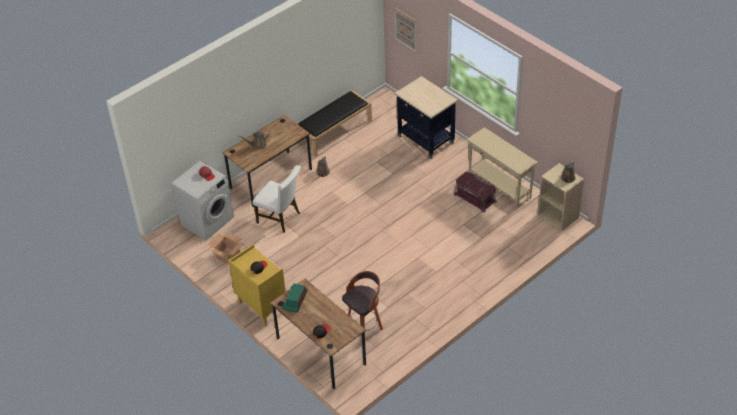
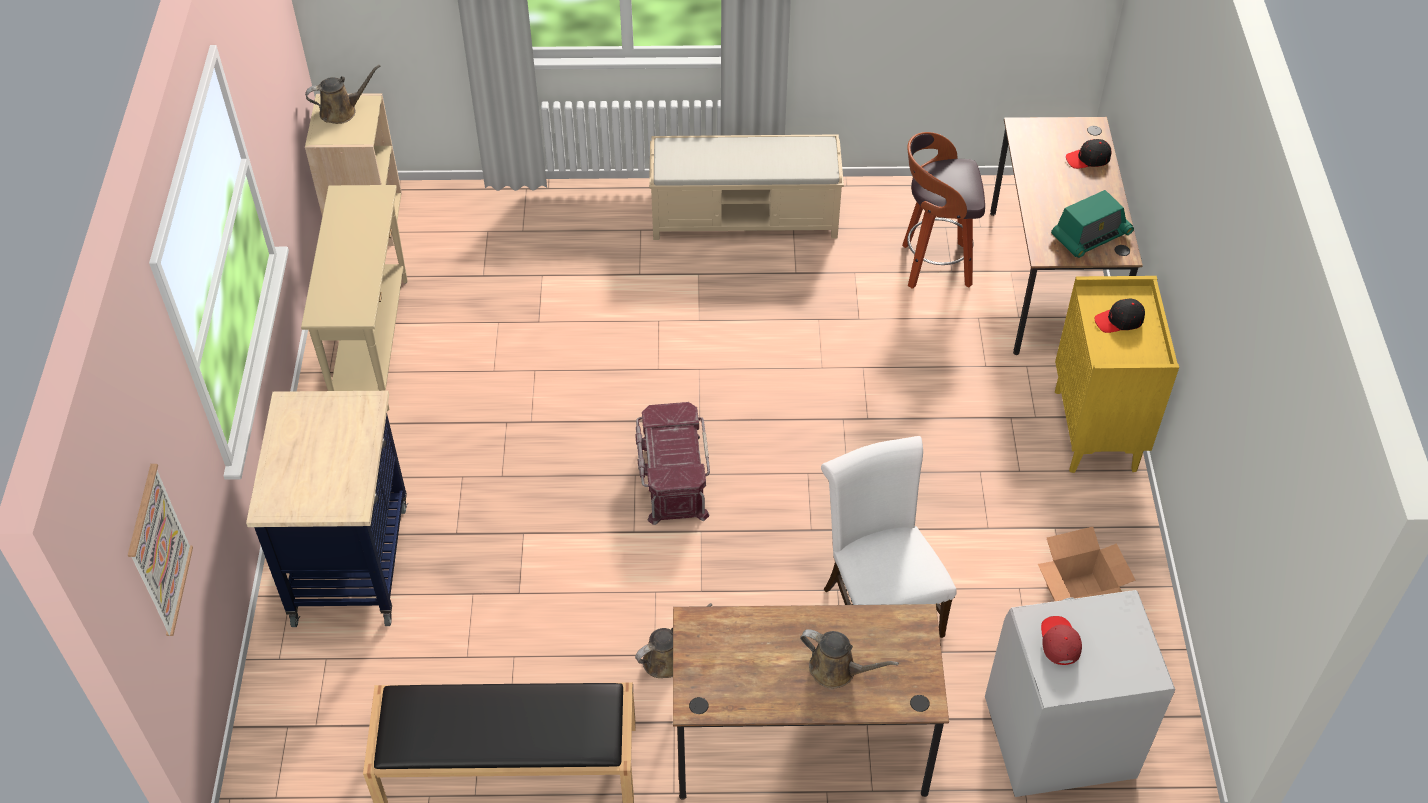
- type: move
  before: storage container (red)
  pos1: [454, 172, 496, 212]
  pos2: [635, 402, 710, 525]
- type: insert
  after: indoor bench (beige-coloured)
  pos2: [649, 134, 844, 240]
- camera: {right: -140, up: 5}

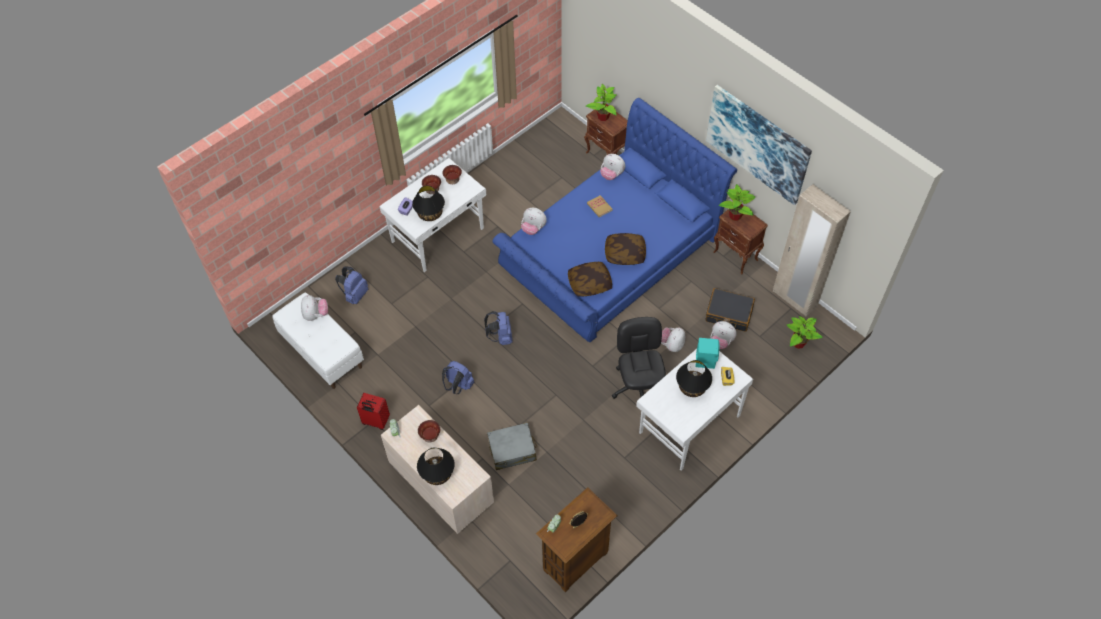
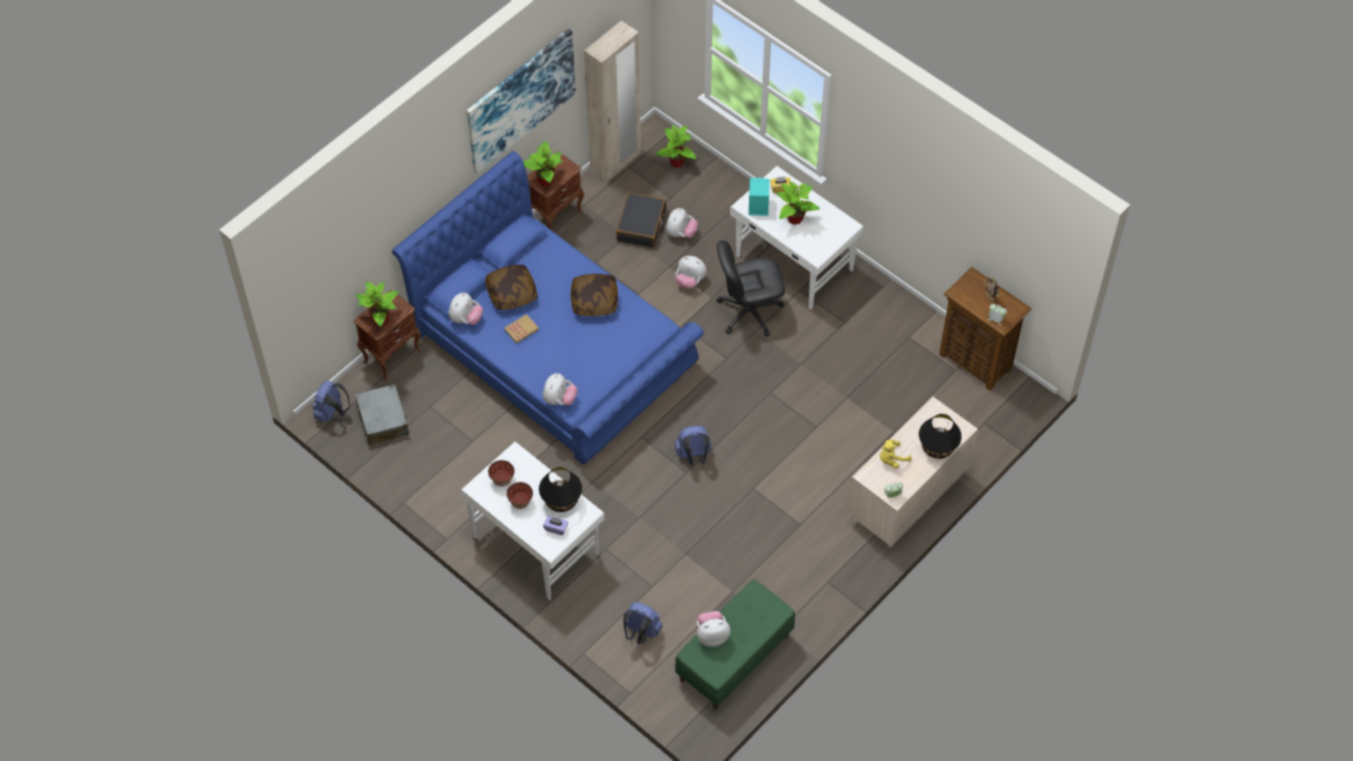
- type: move
  before: throw pillow
  pos1: [568, 262, 612, 297]
  pos2: [485, 265, 537, 310]
- type: recolor
  before: indoor bench (white-coloured)
  after: indoor bench (green-coloured)
  pos1: [272, 293, 364, 389]
  pos2: [675, 579, 795, 710]
- type: replace
  before: tabletop lamp (black)
  after: houseplant
  pos1: [676, 360, 712, 397]
  pos2: [776, 181, 820, 225]
- type: move
  before: rucksack (bluish)
  pos1: [442, 361, 474, 394]
  pos2: [312, 381, 350, 422]
- type: delete
  before: suitcase (red)
  pos1: [357, 393, 390, 430]
- type: replace
  before: deep dish
  after: cuddly toy (yellow-coloured)
  pos1: [418, 420, 441, 443]
  pos2: [880, 440, 911, 469]
- type: move
  before: suitcase (gray)
  pos1: [487, 422, 537, 470]
  pos2: [355, 384, 409, 445]
- camera: {right: -95, up: 0}

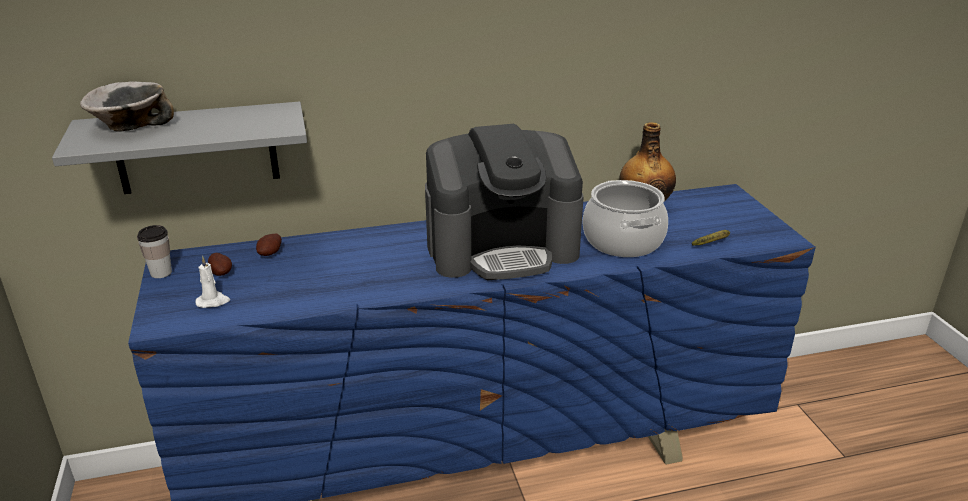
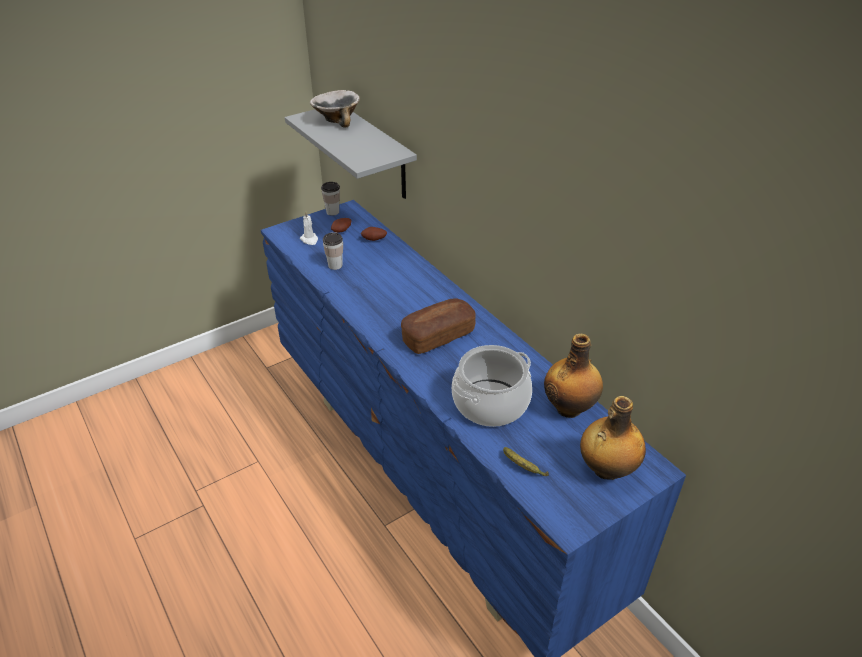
- type: replace
  before: coffee brewer
  after: baked bread
  pos1: [425, 124, 584, 280]
  pos2: [401, 298, 476, 354]
- type: insert
  after: drinking cup
  pos2: [323, 232, 343, 270]
- type: insert
  after: drink bottle
  pos2: [580, 396, 646, 480]
- camera: {right: 70, up: 10}

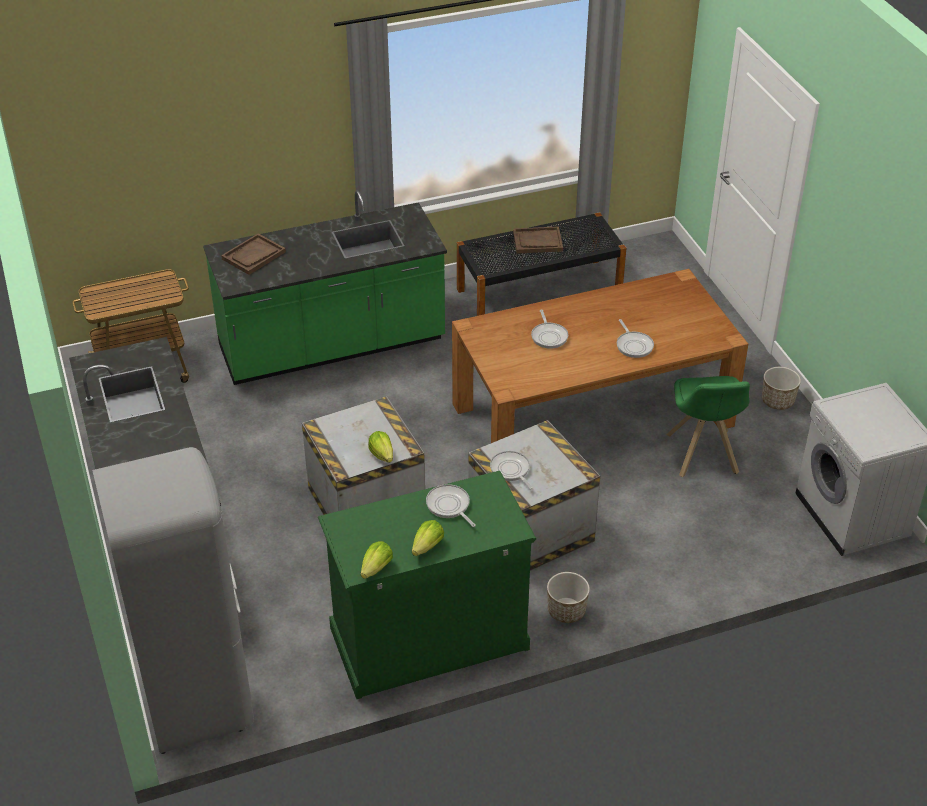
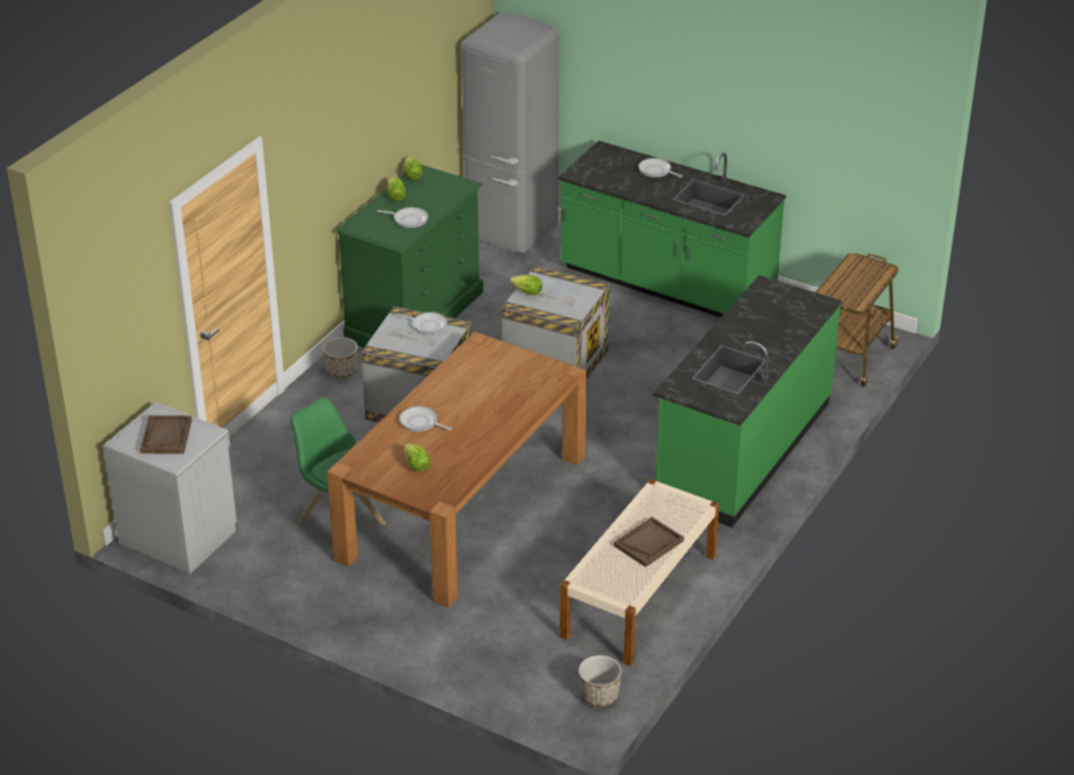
- type: recolor
  before: indoor bench (black)
  after: indoor bench (beige-coloured)
  pos1: [457, 212, 626, 316]
  pos2: [560, 478, 719, 666]
- type: move
  before: tray (brown-coloured)
  pos1: [221, 233, 286, 275]
  pos2: [140, 415, 192, 454]
- type: move
  before: pan
  pos1: [531, 310, 568, 349]
  pos2: [639, 158, 683, 177]
- type: move
  before: planter
  pos1: [762, 367, 801, 410]
  pos2: [579, 655, 622, 707]
- type: insert
  after: lettuce
  pos2: [404, 443, 430, 472]
- camera: {right: 140, up: -5}

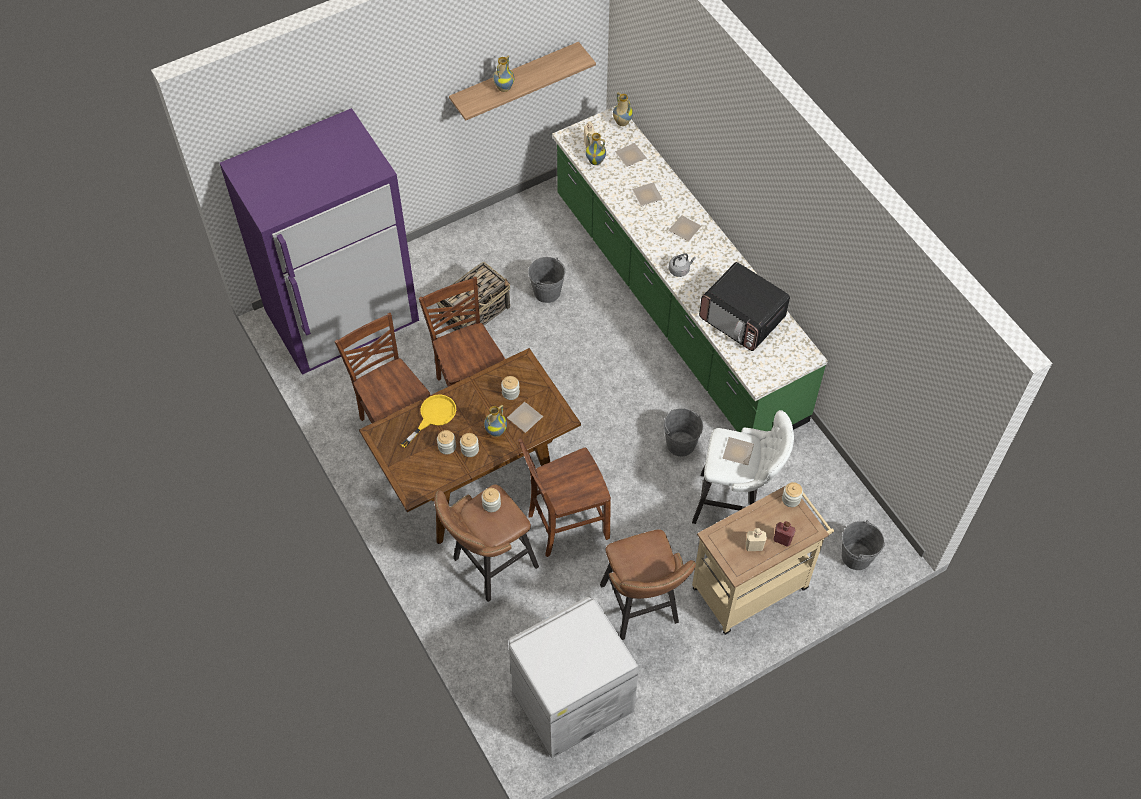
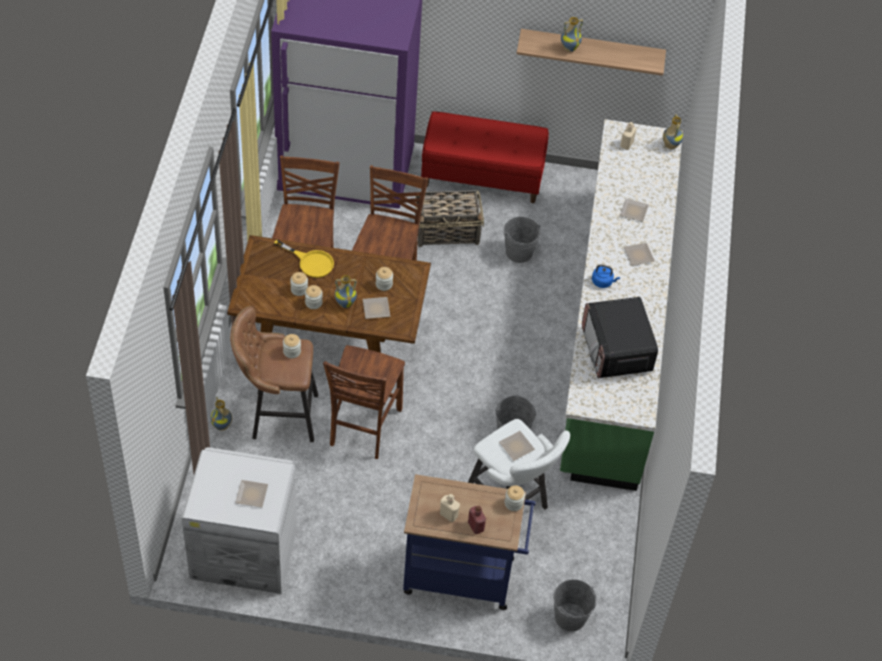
- type: move
  before: decorative vase
  pos1: [586, 133, 606, 165]
  pos2: [210, 397, 232, 431]
- type: move
  before: flat dish
  pos1: [615, 143, 646, 167]
  pos2: [235, 480, 268, 507]
- type: recolor
  before: water kettle (gray)
  after: water kettle (bluish)
  pos1: [669, 253, 696, 277]
  pos2: [592, 265, 620, 288]
- type: rotate
  before: pan (yellow-coloured)
  pos1: [401, 394, 456, 448]
  pos2: [274, 239, 334, 278]
  turn: 45
- type: rotate
  before: upright chair (brown-coloured)
  pos1: [518, 439, 611, 557]
  pos2: [323, 345, 405, 459]
  turn: -90
- type: recolor
  before: cart (beige-coloured)
  after: cart (bluish)
  pos1: [692, 486, 834, 635]
  pos2: [403, 474, 536, 610]
- type: delete
  before: sitting stool (brown-coloured)
  pos1: [600, 529, 696, 640]
- type: insert
  after: indoor bench (red)
  pos2: [421, 111, 549, 203]
- camera: {right: 35, up: -5}

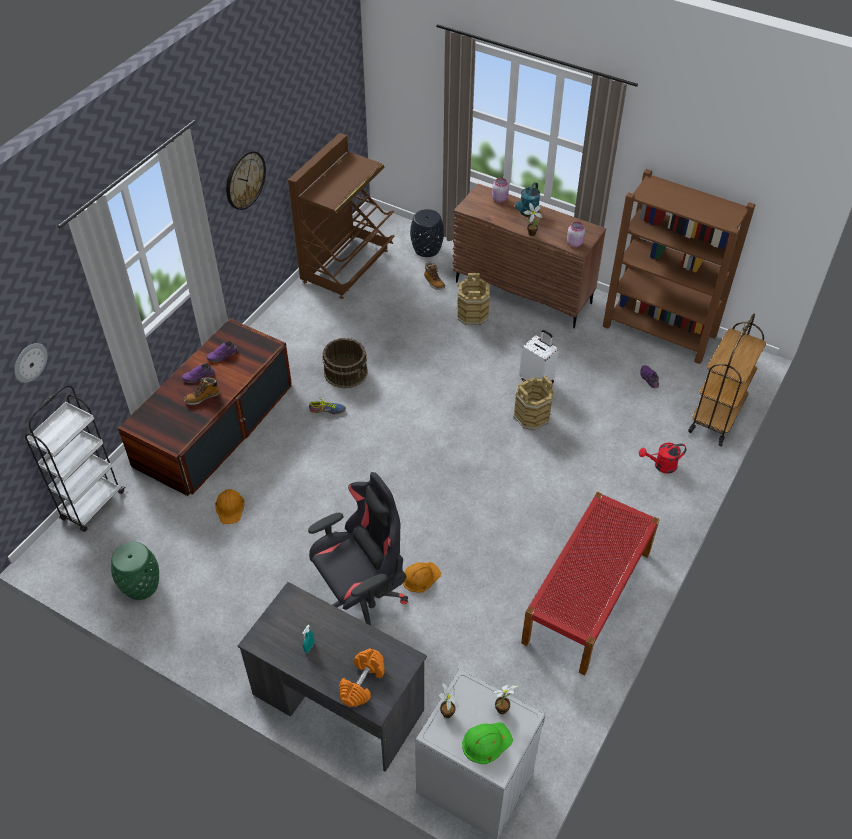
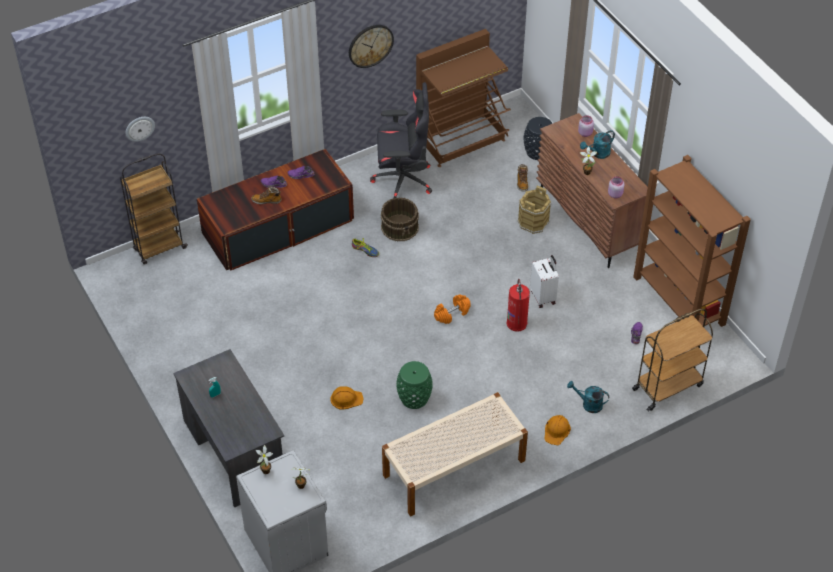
- type: replace
  before: bucket (brown-coloured)
  after: fire extinguisher
  pos1: [513, 375, 554, 430]
  pos2: [507, 279, 530, 332]
- type: recolor
  before: cart (white-coloured)
  after: cart (brown-coloured)
  pos1: [25, 385, 125, 532]
  pos2: [120, 154, 188, 265]
- type: recolor
  before: sprinkling can (red)
  after: sprinkling can (turquoise-coloured)
  pos1: [639, 443, 687, 474]
  pos2: [567, 381, 609, 413]
- type: move
  before: desk chair (black)
  pos1: [308, 472, 408, 625]
  pos2: [370, 82, 432, 198]
- type: move
  before: safety helmet (orangey)
  pos1: [215, 489, 244, 524]
  pos2: [545, 415, 571, 445]
- type: recolor
  before: indoor bench (red)
  after: indoor bench (beige-coloured)
  pos1: [521, 492, 660, 676]
  pos2: [382, 392, 528, 517]
- type: move
  before: sitting stool (green-coloured)
  pos1: [111, 542, 159, 600]
  pos2: [396, 361, 433, 409]
- type: move
  before: hand weight (orangey)
  pos1: [339, 649, 384, 707]
  pos2: [434, 295, 471, 324]
- type: delete
  before: safety helmet (green-coloured)
  pos1: [462, 722, 513, 764]
- camera: {right: 30, up: 0}

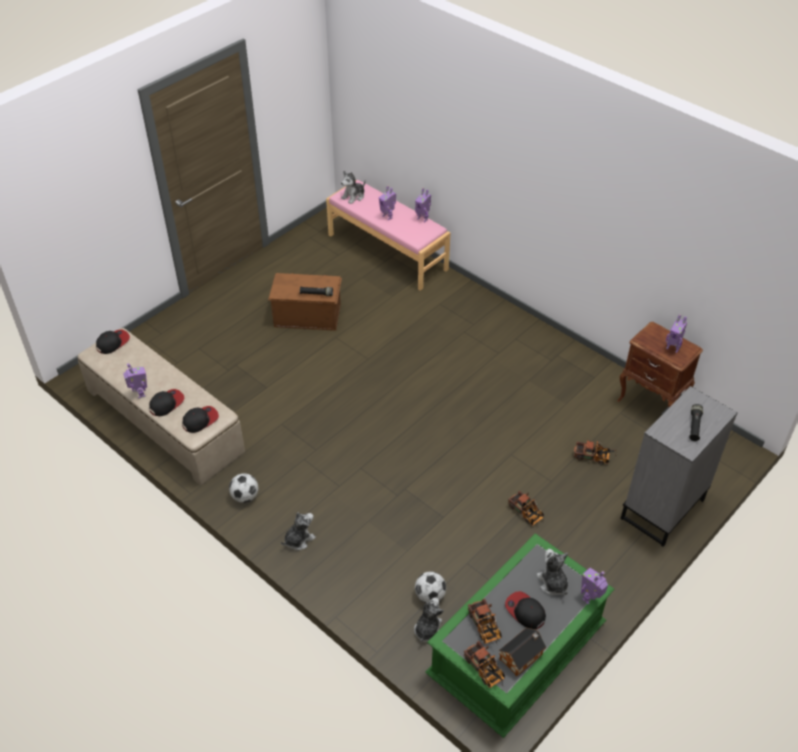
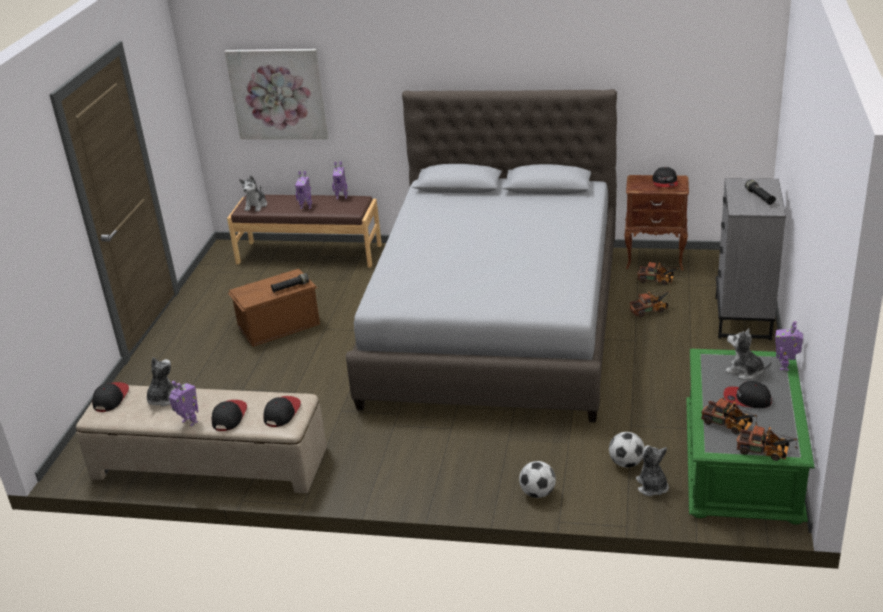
- type: recolor
  before: indoor bench (pink-coloured)
  after: indoor bench (brown-coloured)
  pos1: [326, 180, 450, 291]
  pos2: [227, 195, 382, 268]
- type: replace
  before: robot figure
  after: peaked cap
  pos1: [666, 314, 687, 353]
  pos2: [653, 167, 678, 187]
- type: move
  before: football
  pos1: [229, 473, 258, 503]
  pos2: [519, 461, 556, 498]
- type: move
  before: model truck
  pos1: [508, 491, 544, 526]
  pos2: [637, 261, 680, 285]
- type: move
  before: cuddly toy
  pos1: [281, 512, 316, 550]
  pos2: [147, 357, 175, 406]
- type: delete
  before: toy house
  pos1: [499, 628, 546, 676]
- type: insert
  after: wall art
  pos2: [225, 49, 328, 140]
- type: insert
  after: bed (gray)
  pos2: [346, 89, 617, 422]
- camera: {right: -30, up: -15}

